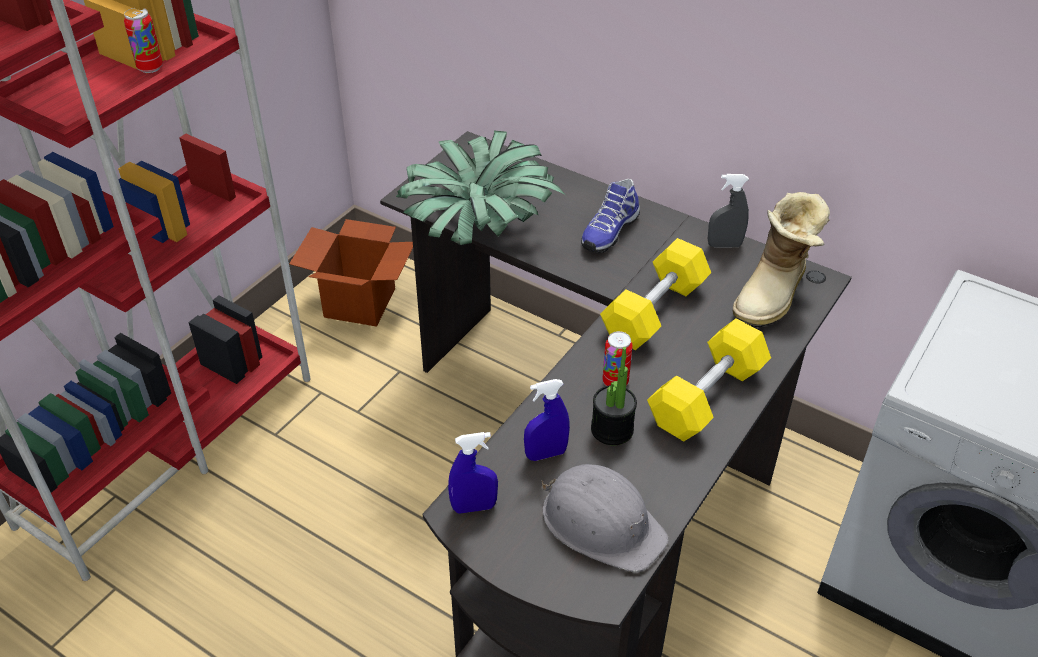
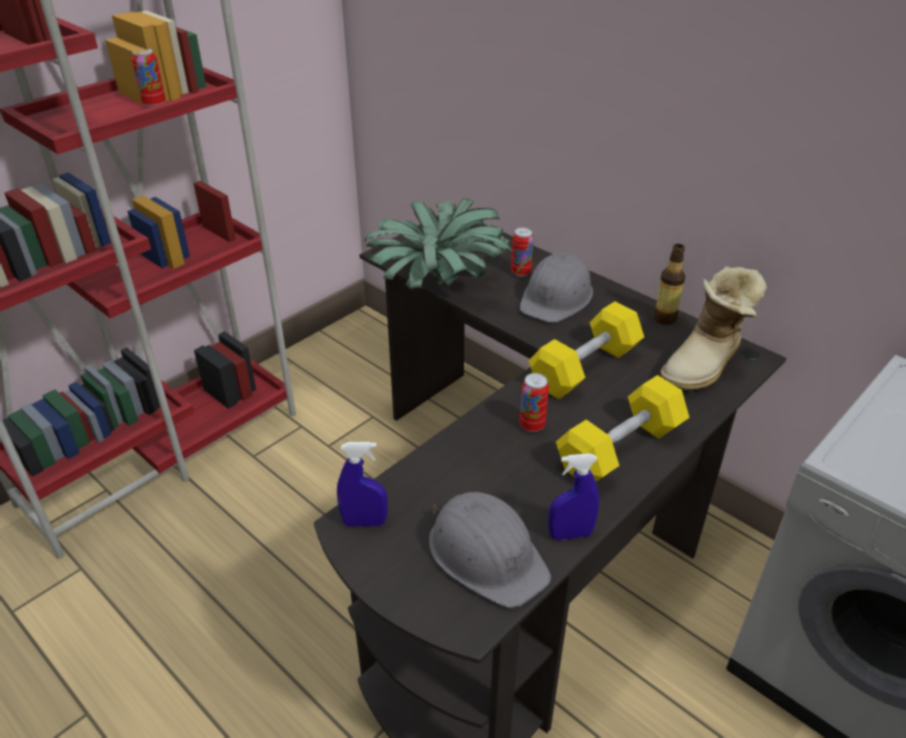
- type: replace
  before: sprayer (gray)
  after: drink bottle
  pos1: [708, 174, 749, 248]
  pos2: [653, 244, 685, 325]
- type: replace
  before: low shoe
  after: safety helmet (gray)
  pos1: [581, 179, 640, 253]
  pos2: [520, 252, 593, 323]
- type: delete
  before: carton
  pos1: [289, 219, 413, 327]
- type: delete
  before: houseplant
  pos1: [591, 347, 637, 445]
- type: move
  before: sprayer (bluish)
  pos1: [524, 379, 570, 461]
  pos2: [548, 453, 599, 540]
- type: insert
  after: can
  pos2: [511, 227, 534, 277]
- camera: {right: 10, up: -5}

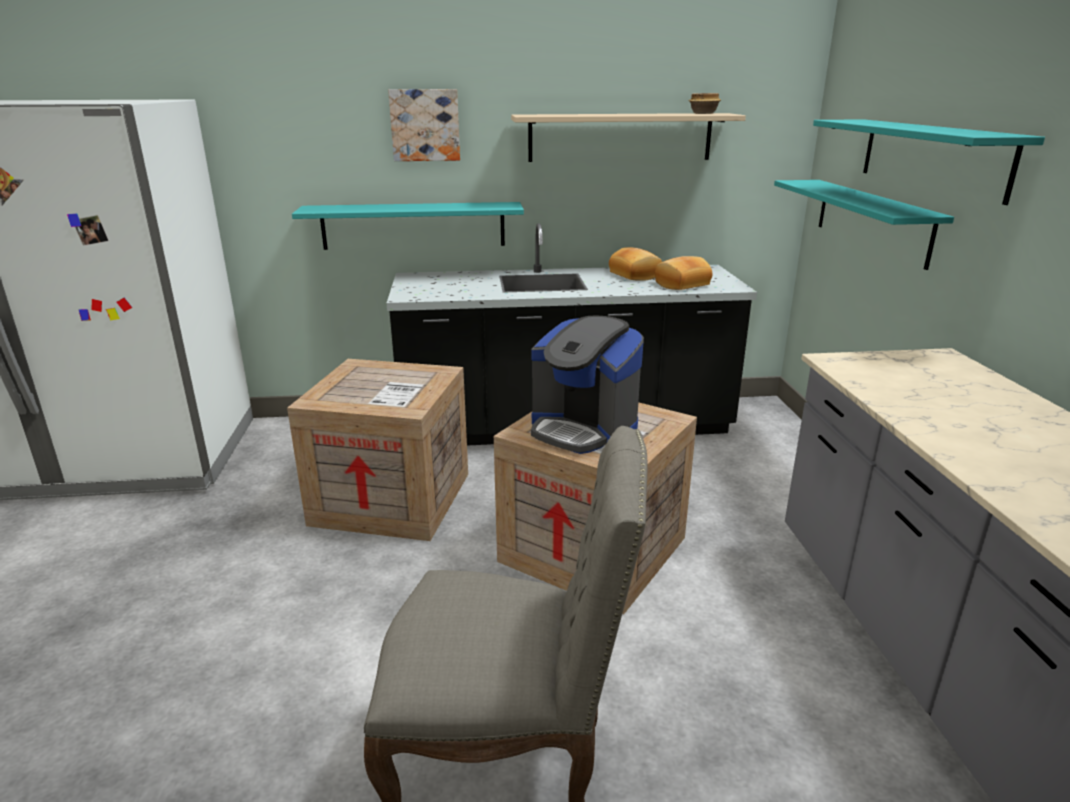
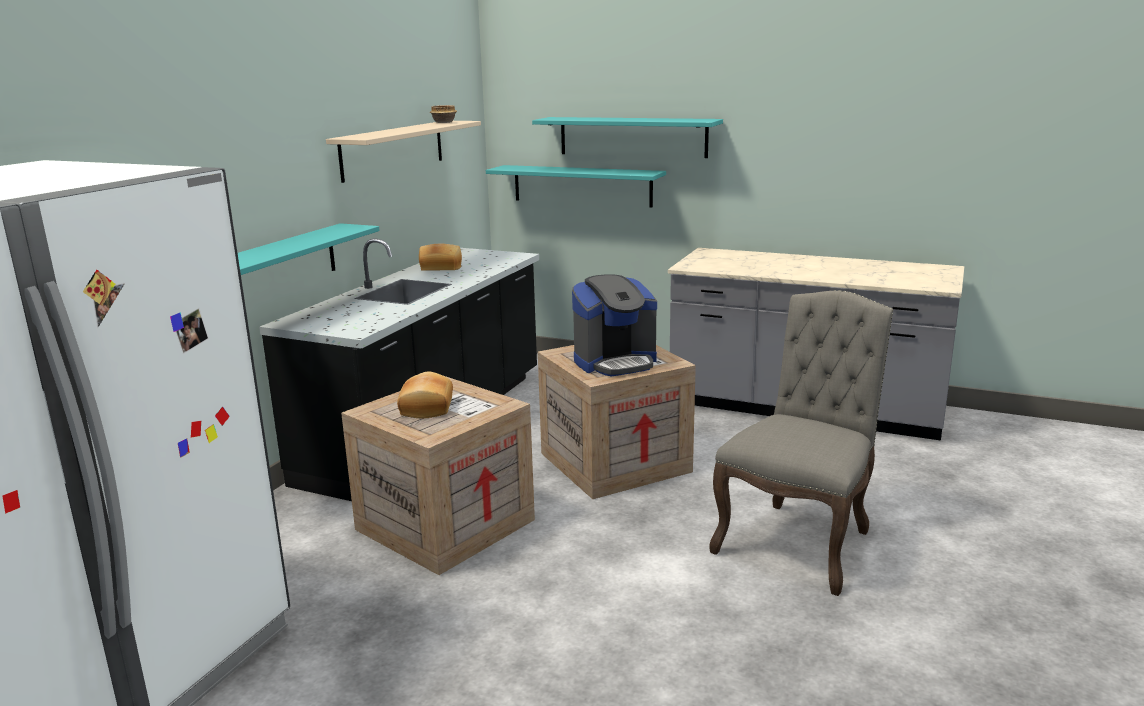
- type: delete
  before: wall art
  pos1: [388, 89, 460, 161]
- type: move
  before: baked bread
  pos1: [655, 256, 712, 290]
  pos2: [397, 371, 453, 418]
- camera: {right: -60, up: -5}

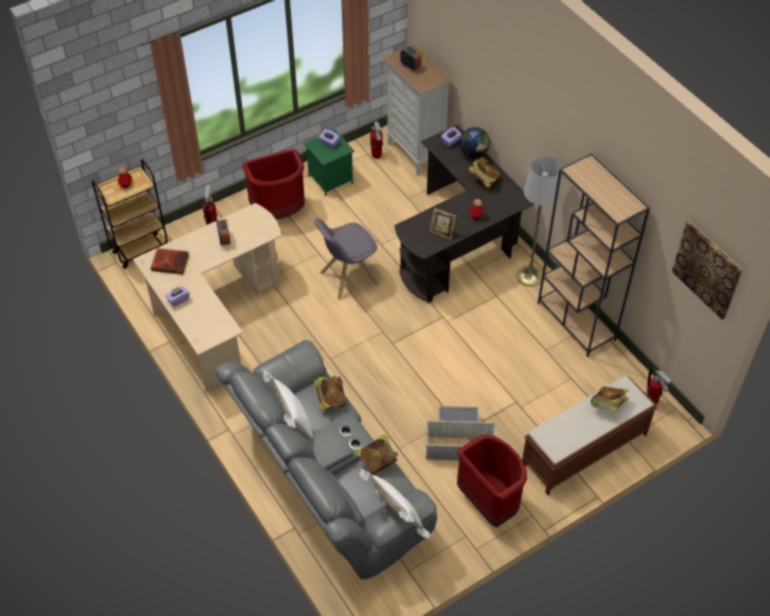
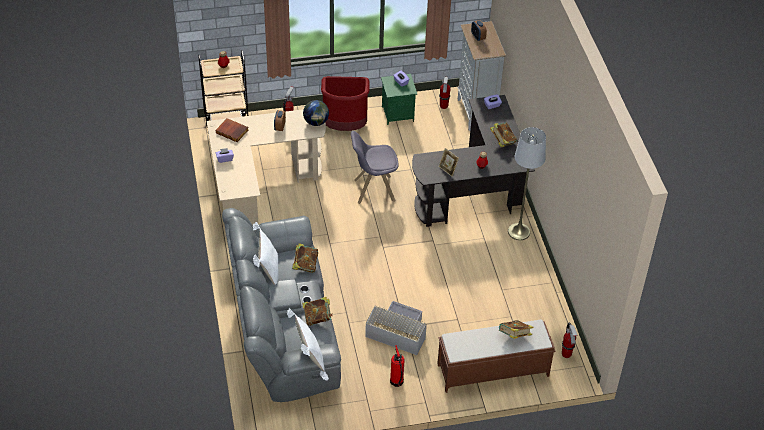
- type: move
  before: desk globe
  pos1: [460, 127, 490, 158]
  pos2: [303, 100, 329, 126]
- type: delete
  before: shelving unit
  pos1: [538, 153, 650, 357]
- type: delete
  before: wall art
  pos1: [672, 221, 743, 320]
- type: replace
  before: trash can (red)
  after: fire extinguisher
  pos1: [457, 435, 527, 527]
  pos2: [390, 345, 405, 387]
- camera: {right: 20, up: -5}

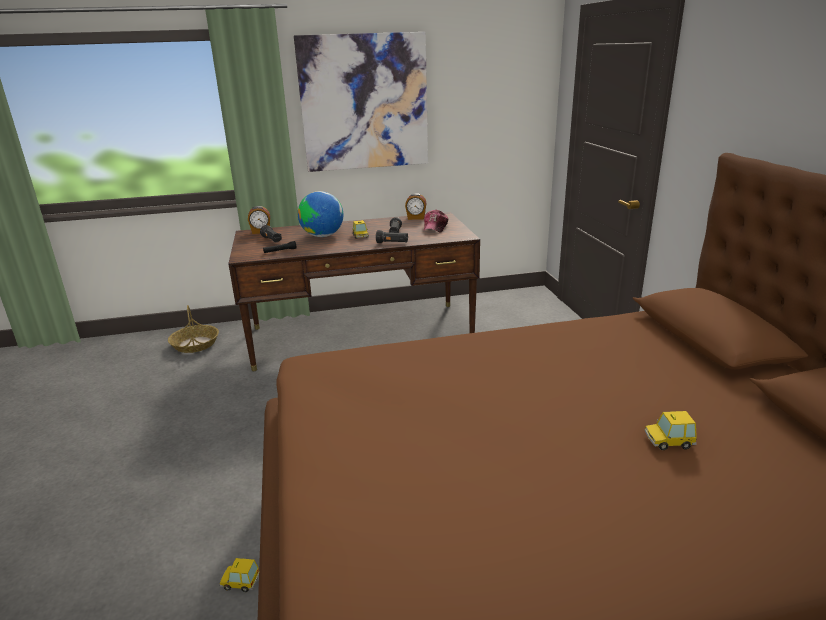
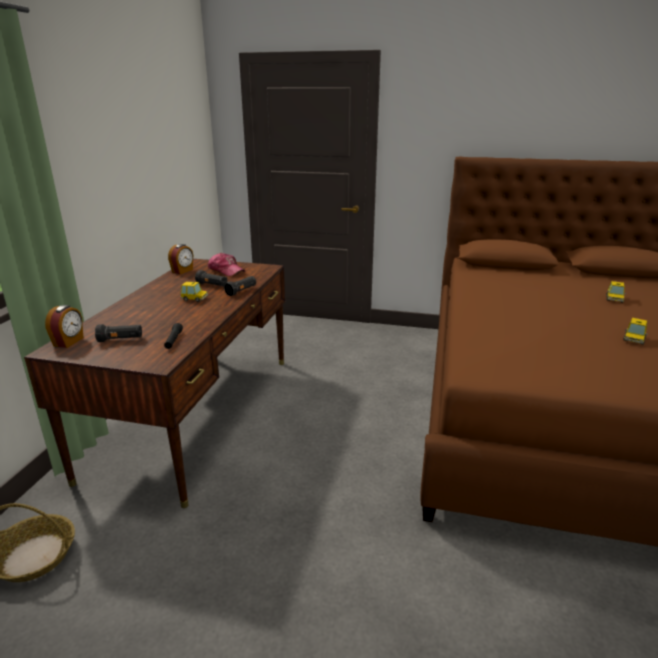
- type: delete
  before: wall art
  pos1: [294, 32, 428, 172]
- type: delete
  before: desk globe
  pos1: [298, 191, 343, 237]
- type: move
  before: miniature car
  pos1: [220, 558, 259, 592]
  pos2: [623, 318, 648, 345]
- camera: {right: -65, up: 0}

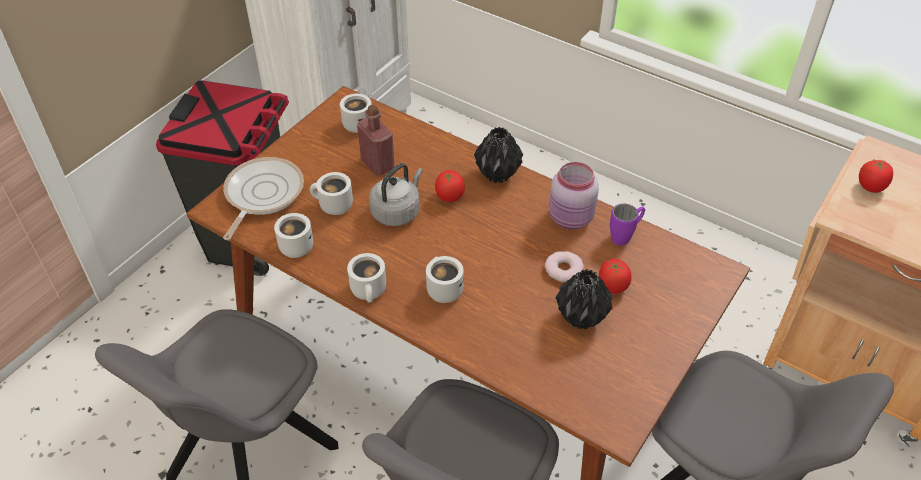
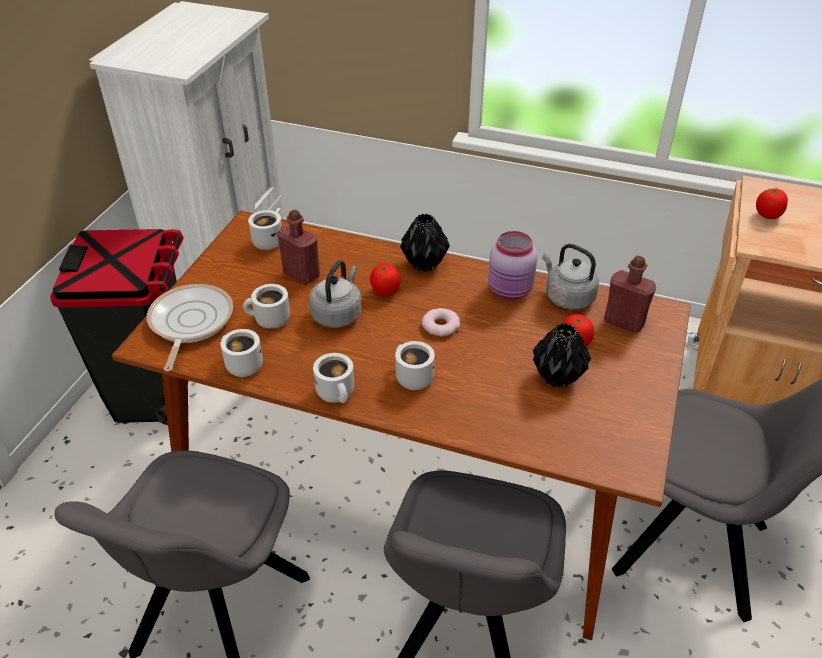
- type: replace
  before: tea mug (purplish)
  after: water kettle (gray)
  pos1: [610, 204, 645, 246]
  pos2: [542, 244, 599, 309]
- type: move
  before: ring doughnut
  pos1: [545, 251, 584, 282]
  pos2: [422, 308, 460, 336]
- type: insert
  after: drink bottle (red)
  pos2: [604, 256, 656, 333]
- camera: {right: -15, up: -5}

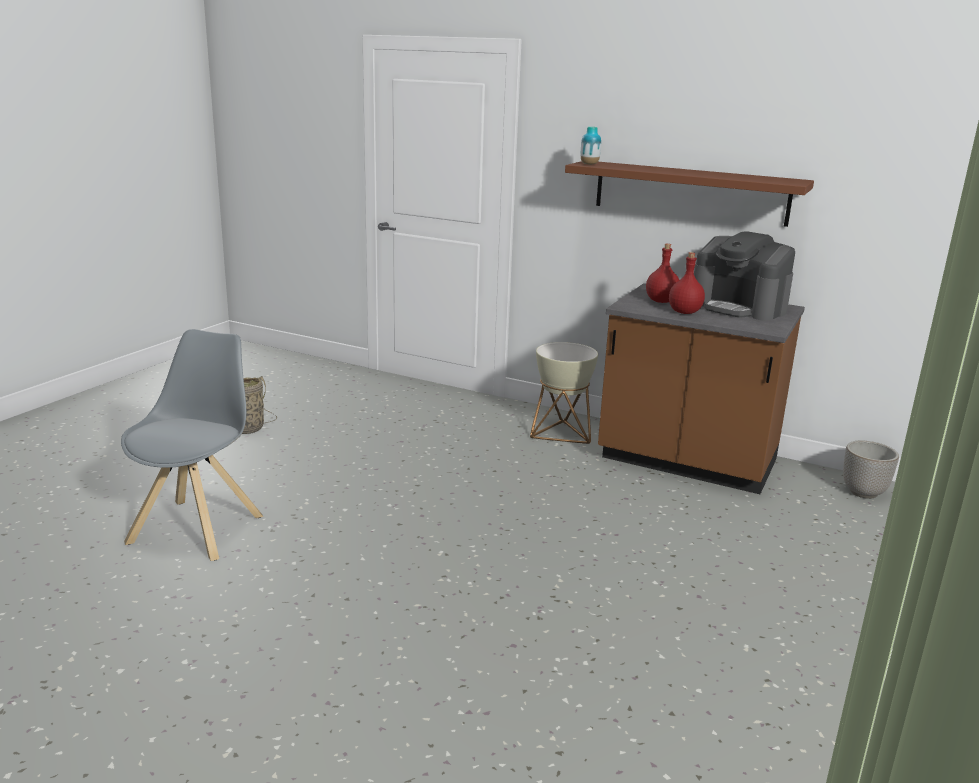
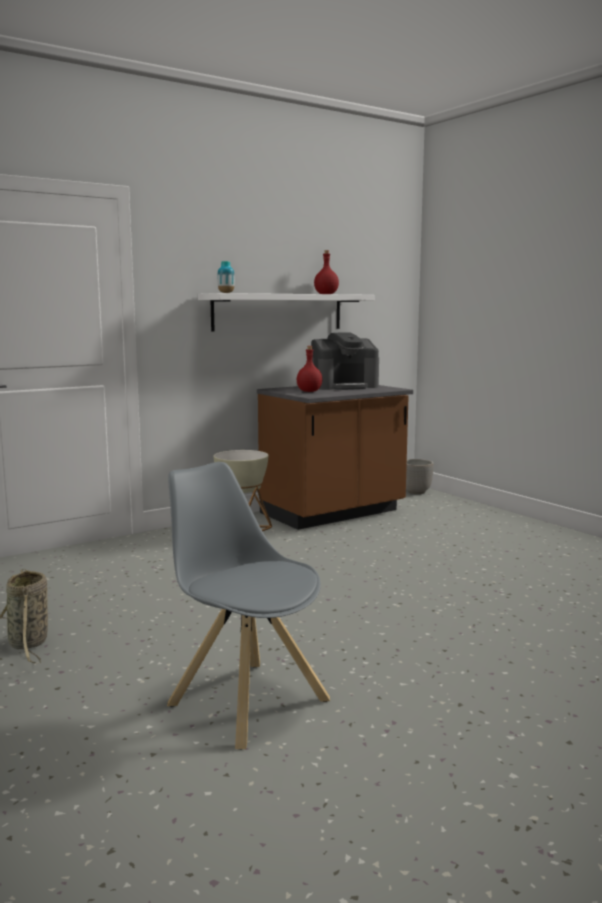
- type: recolor
  before: bracket shelf (brown-coloured)
  after: bracket shelf (white-coloured)
  pos1: [565, 161, 814, 227]
  pos2: [198, 293, 374, 331]
- type: move
  before: drink bottle (red)
  pos1: [669, 252, 705, 314]
  pos2: [314, 250, 339, 294]
- camera: {right: -60, up: -10}

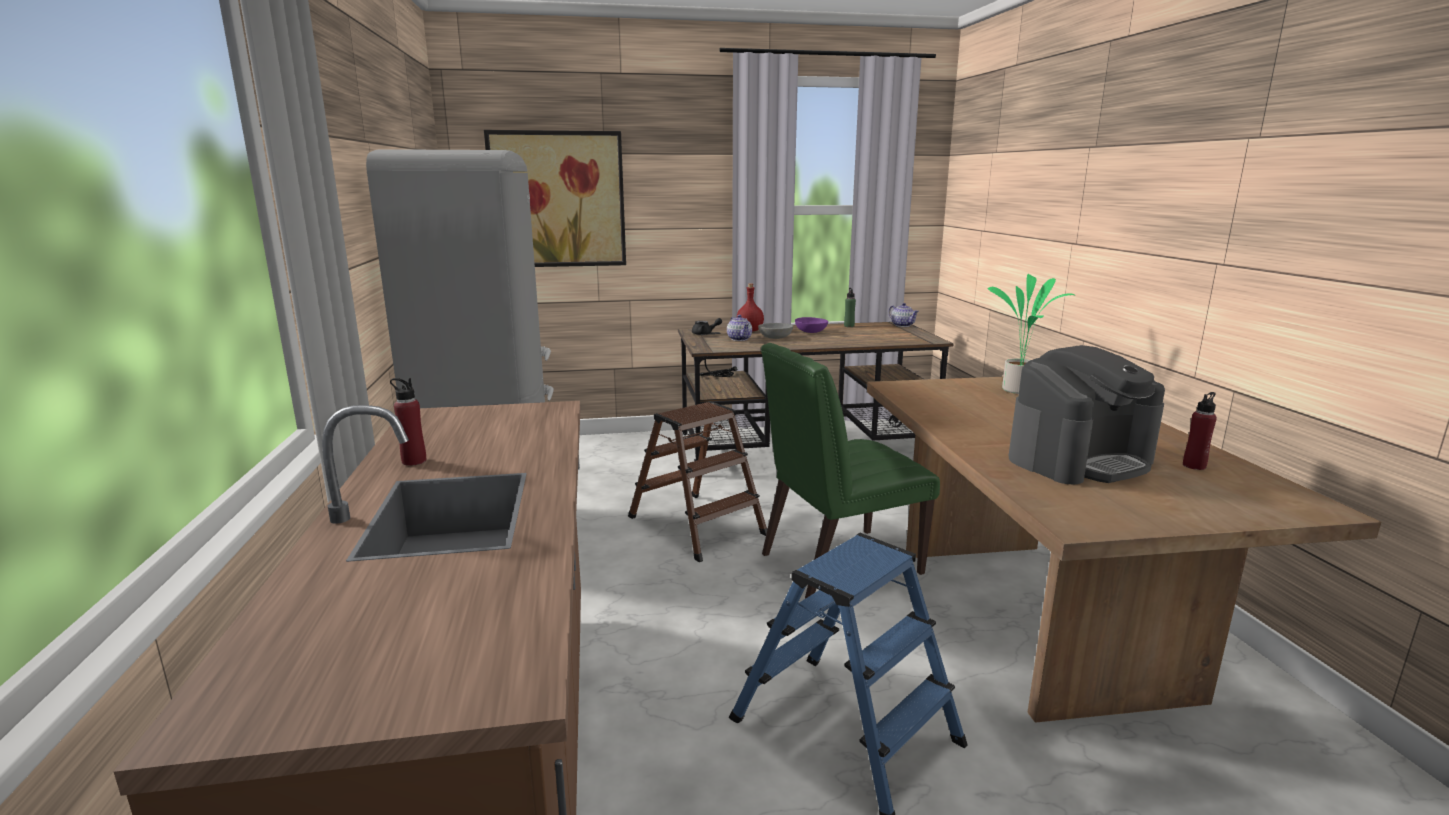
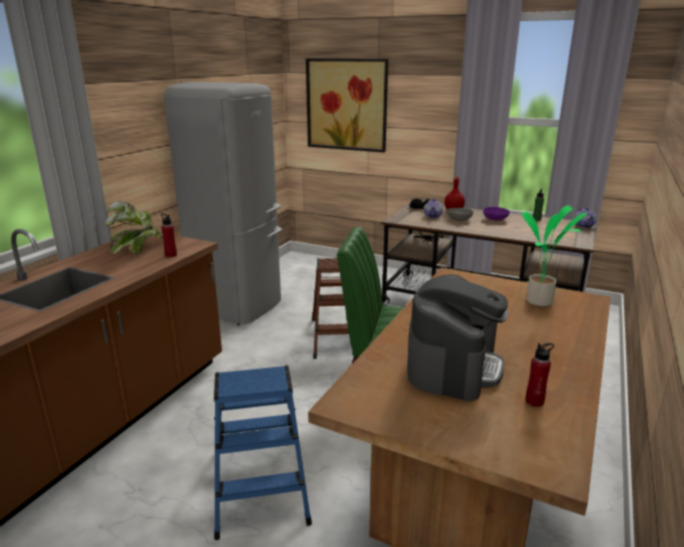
- type: rotate
  before: coffee brewer
  pos1: [1009, 345, 1165, 484]
  pos2: [407, 275, 508, 401]
  turn: -75
- type: move
  before: drink bottle (red)
  pos1: [390, 378, 426, 466]
  pos2: [161, 213, 177, 257]
- type: insert
  after: houseplant
  pos2: [106, 201, 163, 254]
- camera: {right: 35, up: 5}

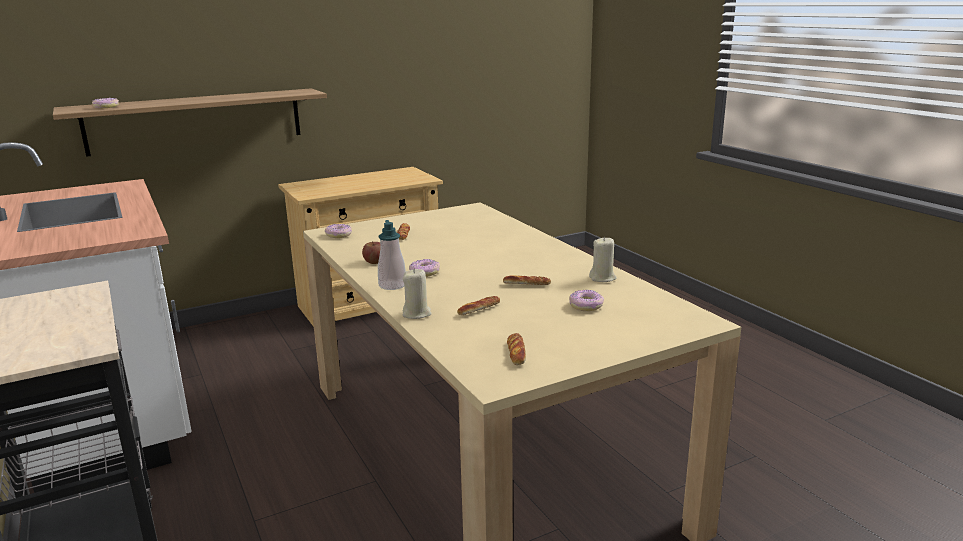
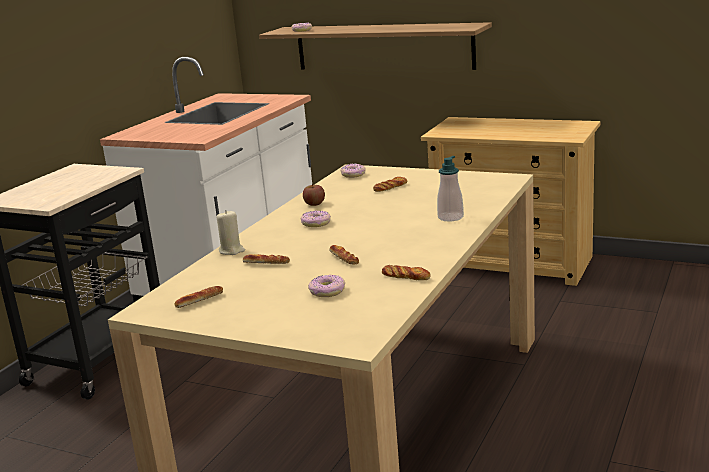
- type: move
  before: soap dispenser
  pos1: [378, 220, 406, 290]
  pos2: [437, 156, 464, 222]
- type: replace
  before: wax candle (beige-coloured)
  after: baked bread
  pos1: [589, 237, 617, 282]
  pos2: [382, 265, 431, 280]
- camera: {right: 55, up: 0}

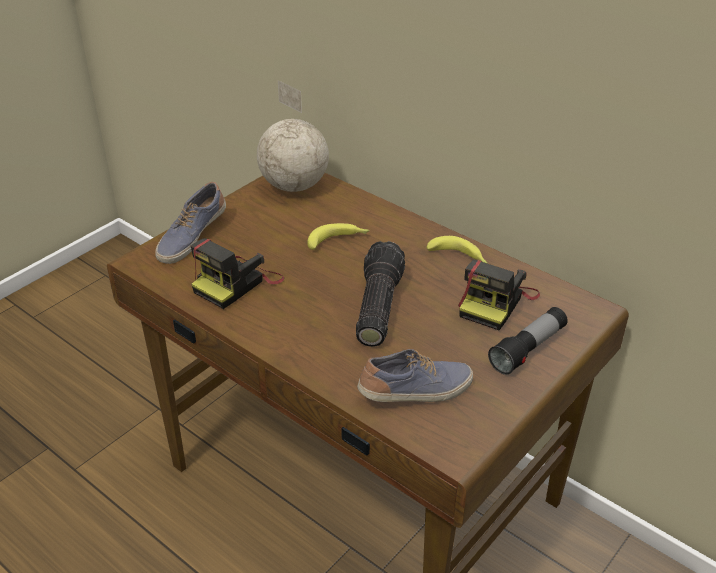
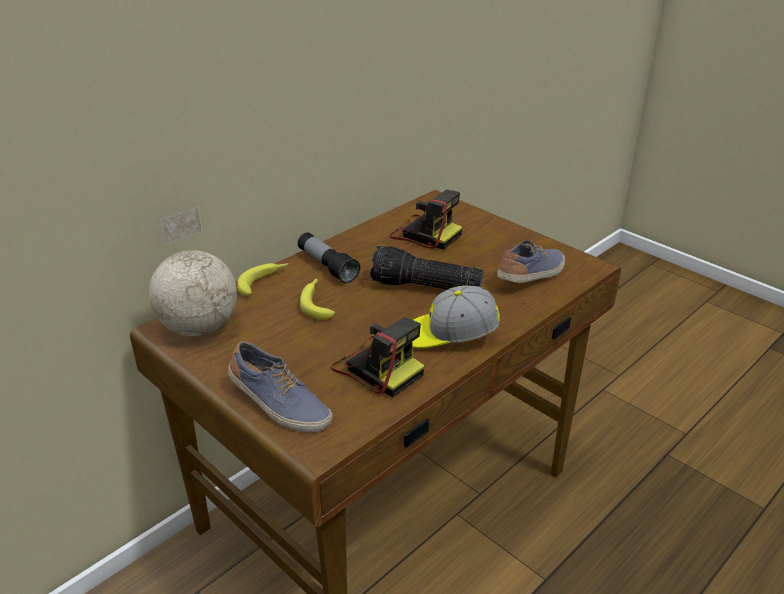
- type: move
  before: banana fruit
  pos1: [427, 236, 487, 263]
  pos2: [237, 263, 288, 296]
- type: move
  before: hand torch
  pos1: [488, 307, 568, 375]
  pos2: [298, 232, 360, 284]
- type: rotate
  before: low shoe
  pos1: [357, 349, 473, 402]
  pos2: [497, 240, 565, 283]
  turn: 60
- type: insert
  after: peaked cap
  pos2: [412, 286, 500, 348]
- camera: {right: -85, up: -5}

